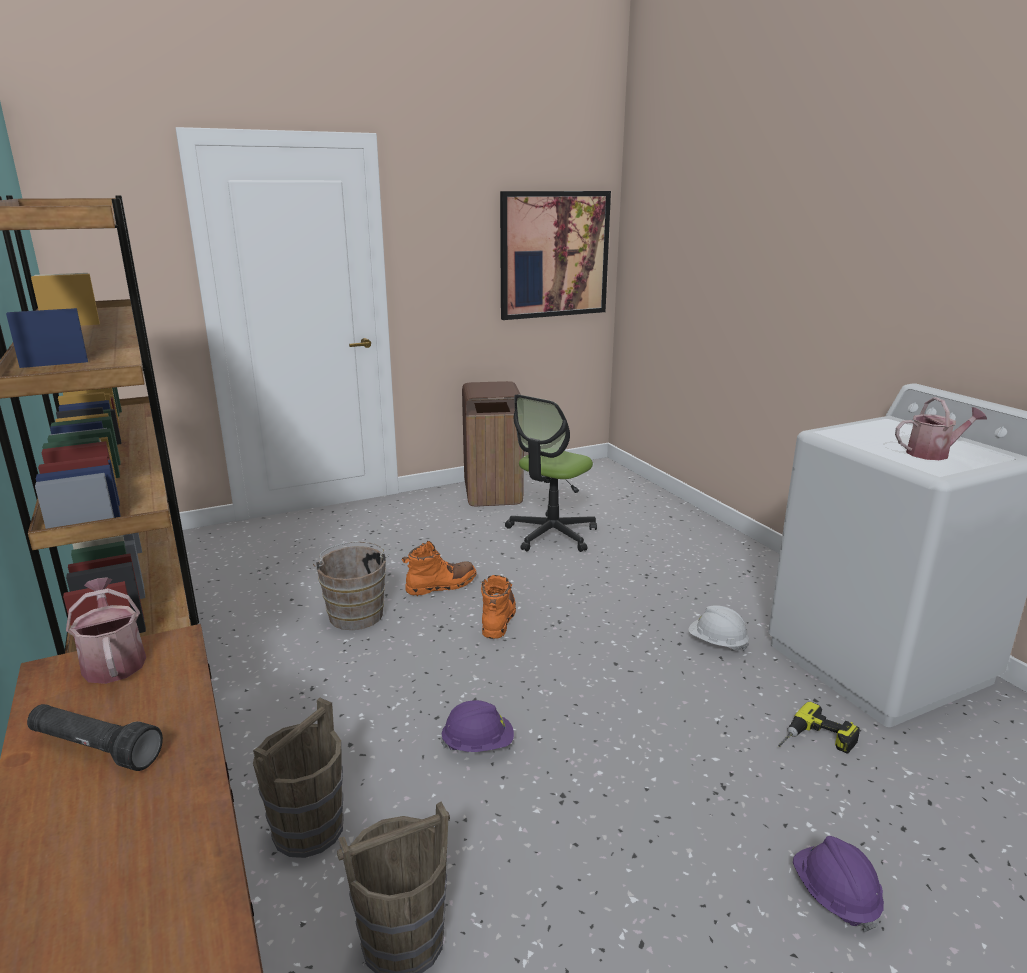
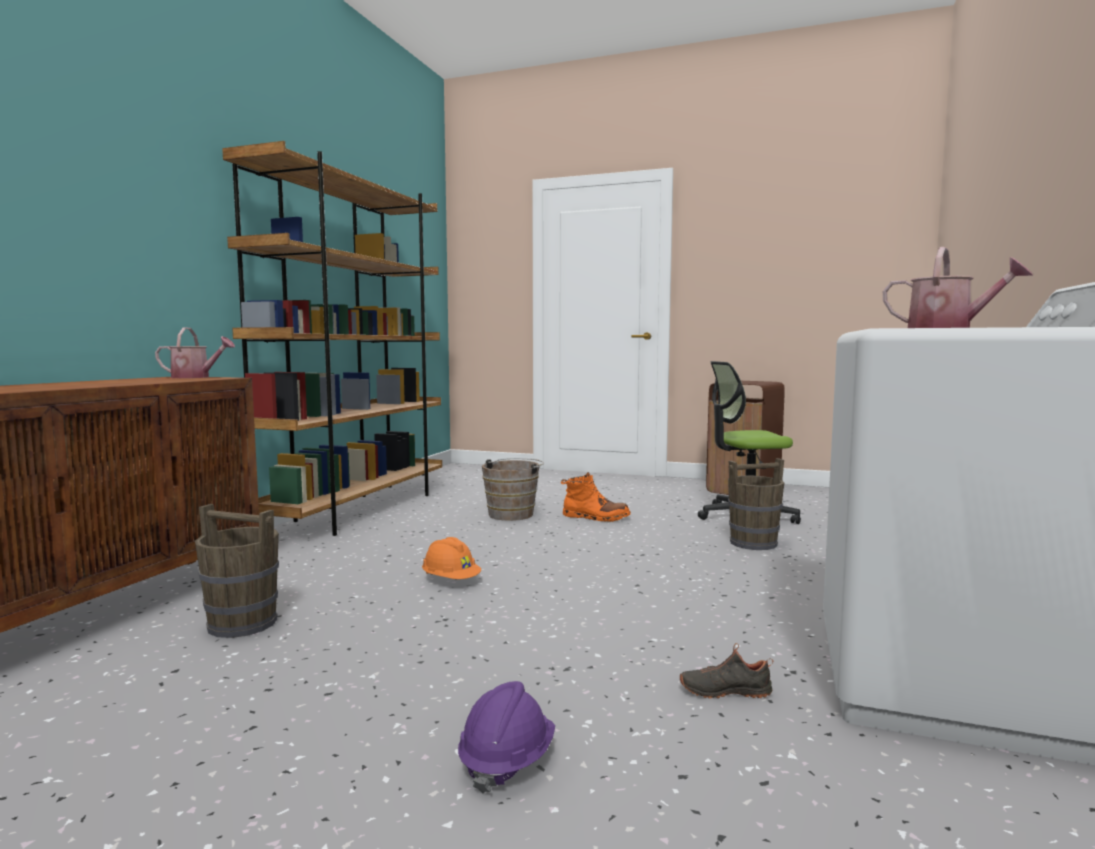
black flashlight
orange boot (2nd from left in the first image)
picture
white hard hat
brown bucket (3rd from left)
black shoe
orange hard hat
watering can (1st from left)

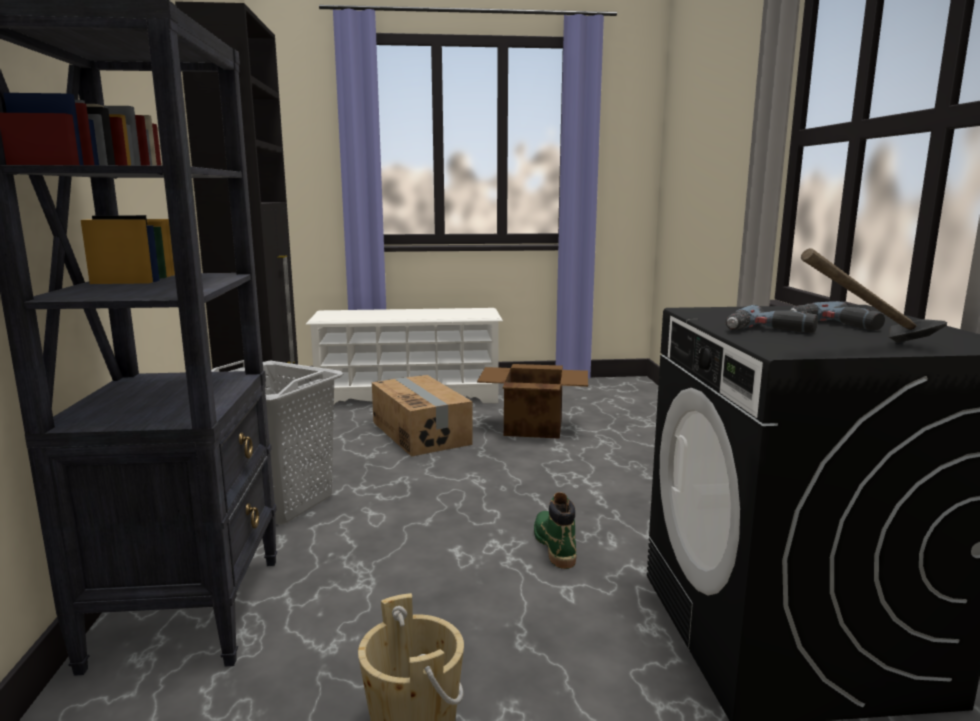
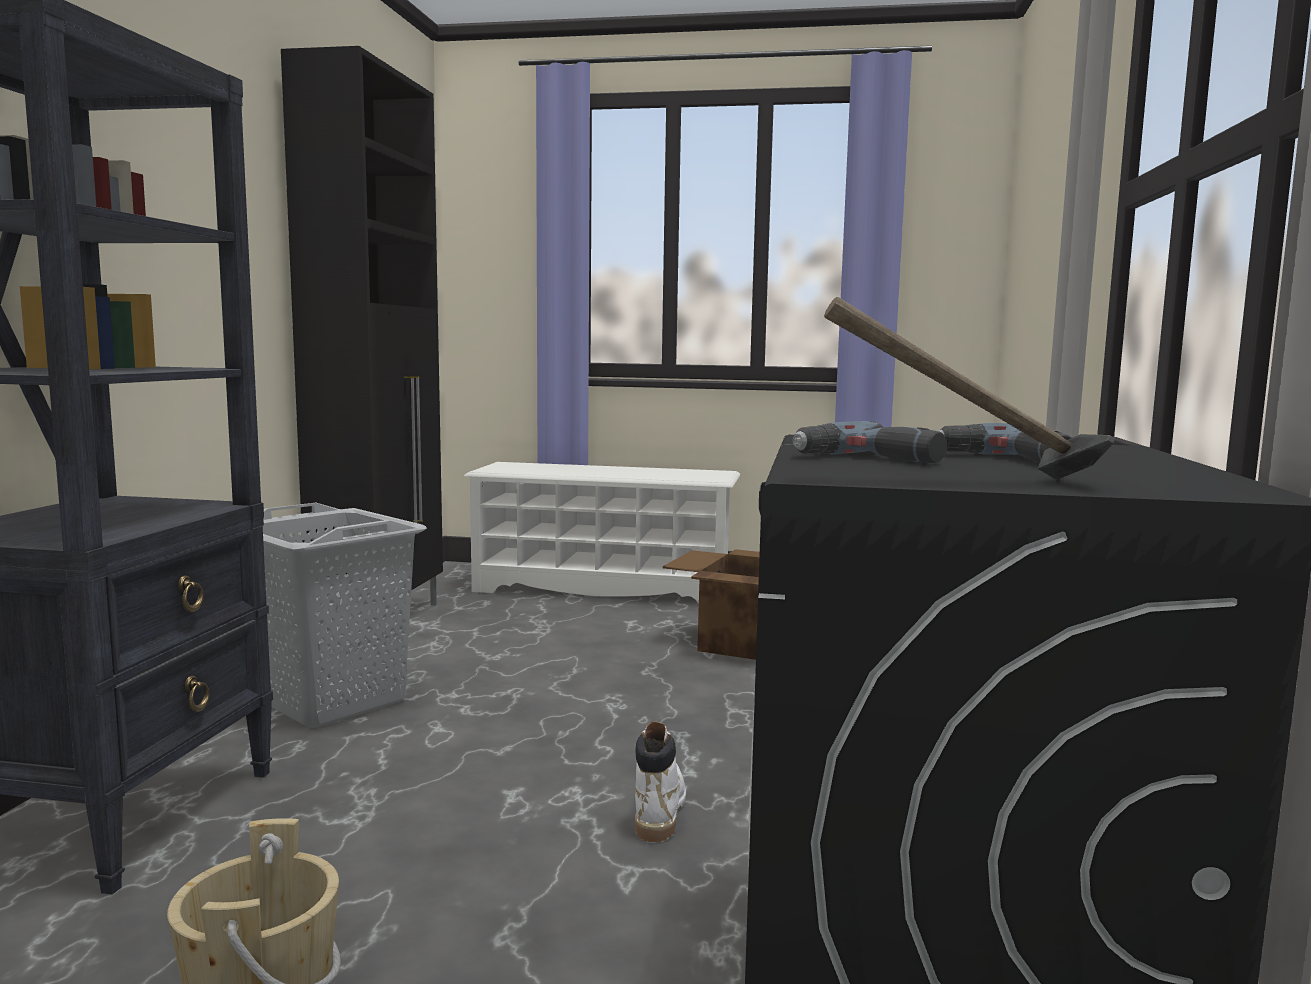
cardboard box (1st from left in the first image)
white boot

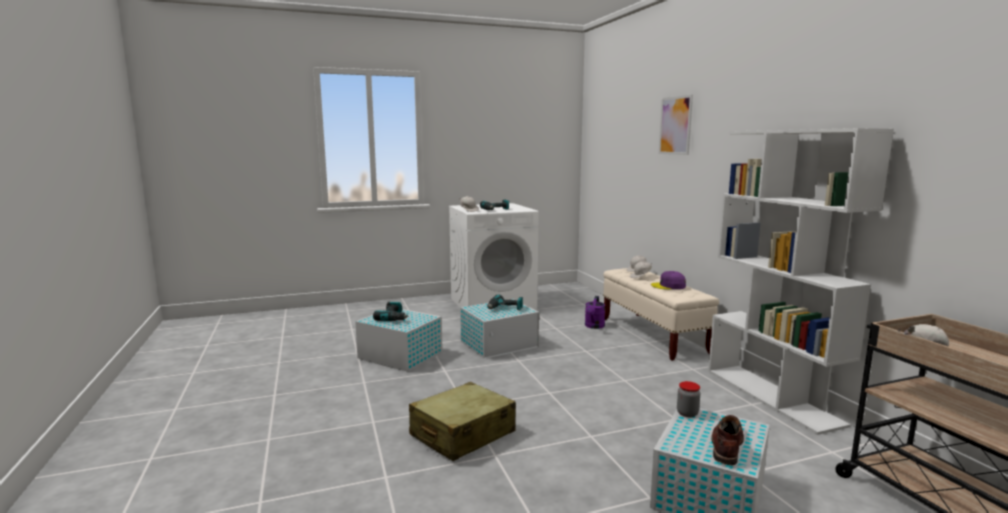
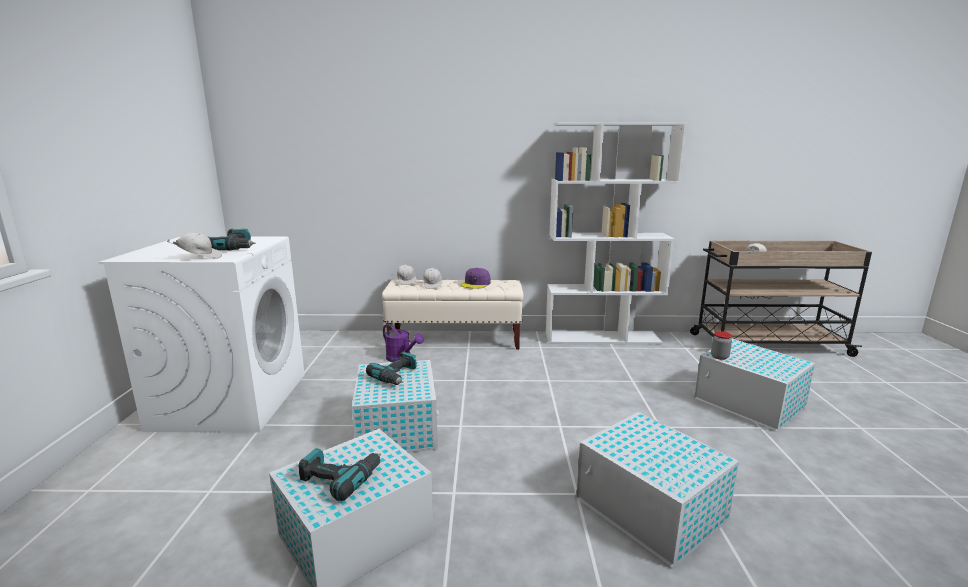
picture
brown boot
white storage box (3rd from left)

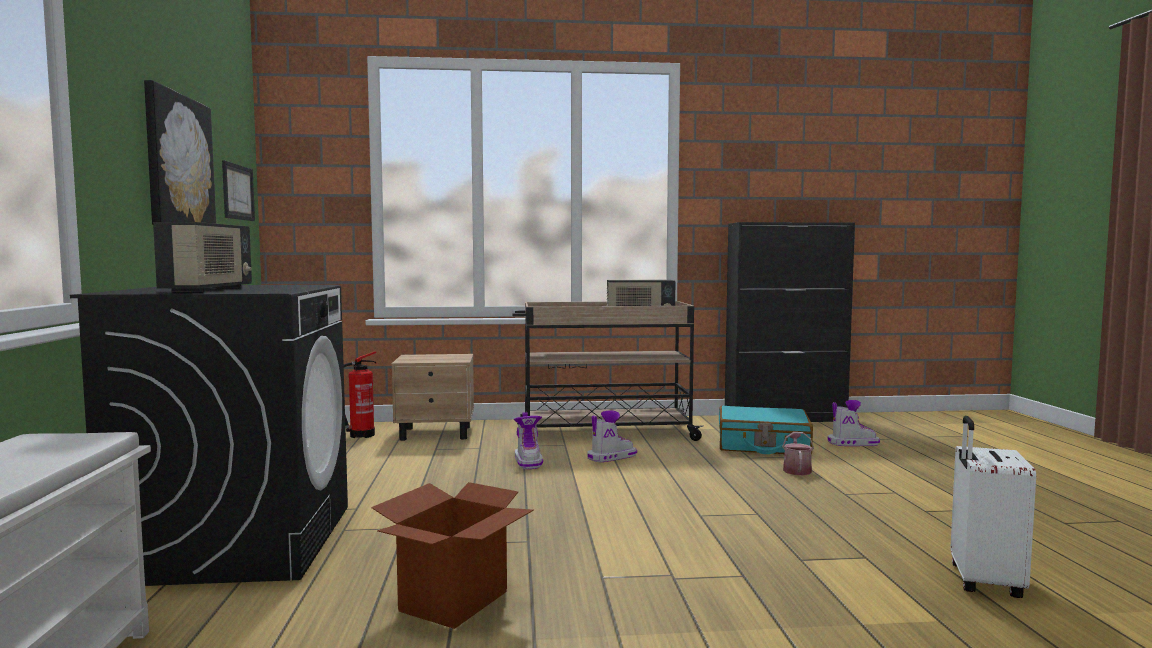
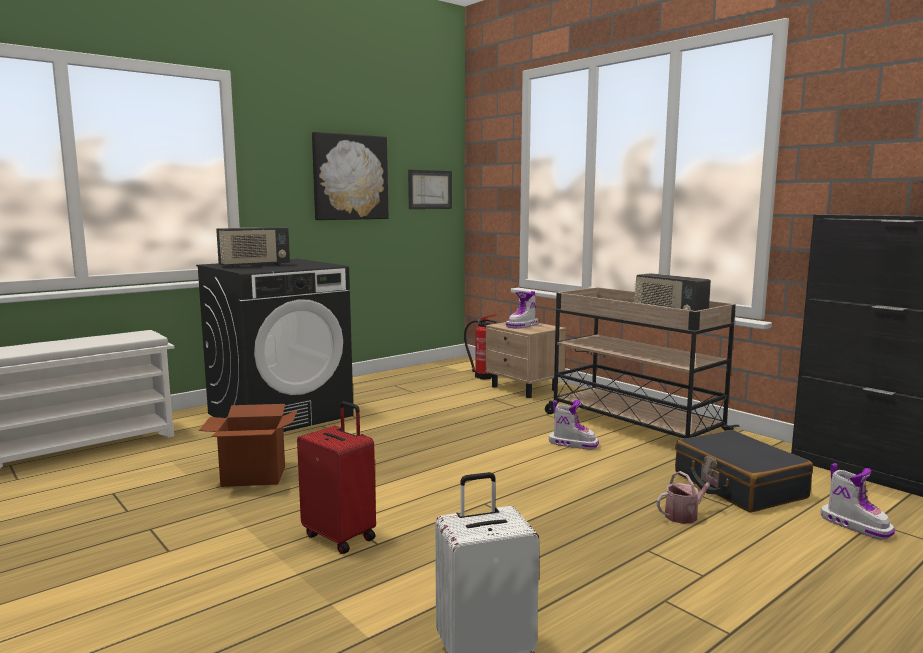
red suitcase
boot (1st from left)
black suitcase

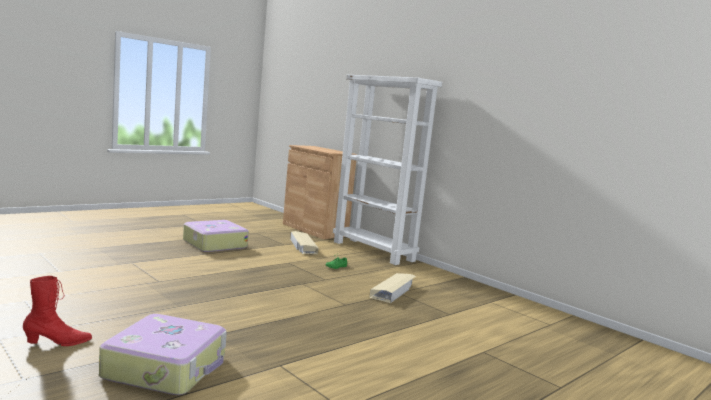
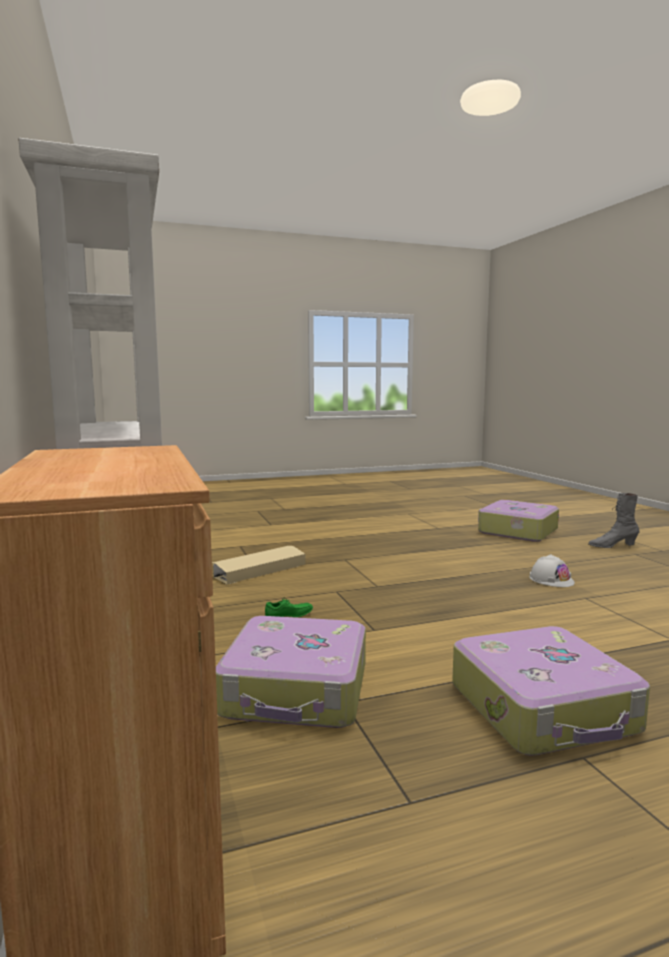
white hard hat
suitcase (1st from left)
grey boot

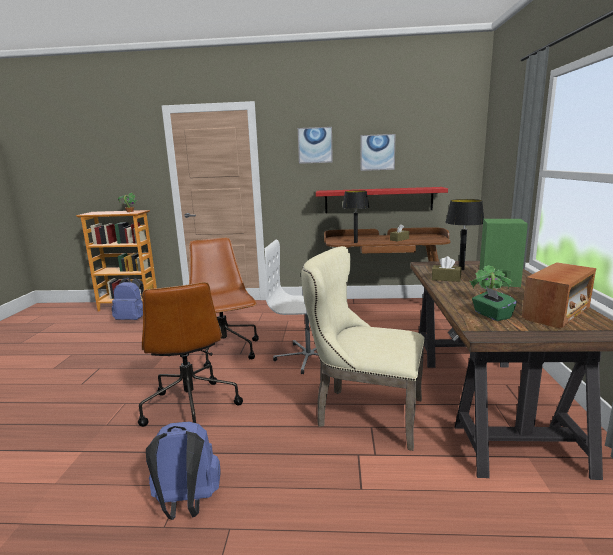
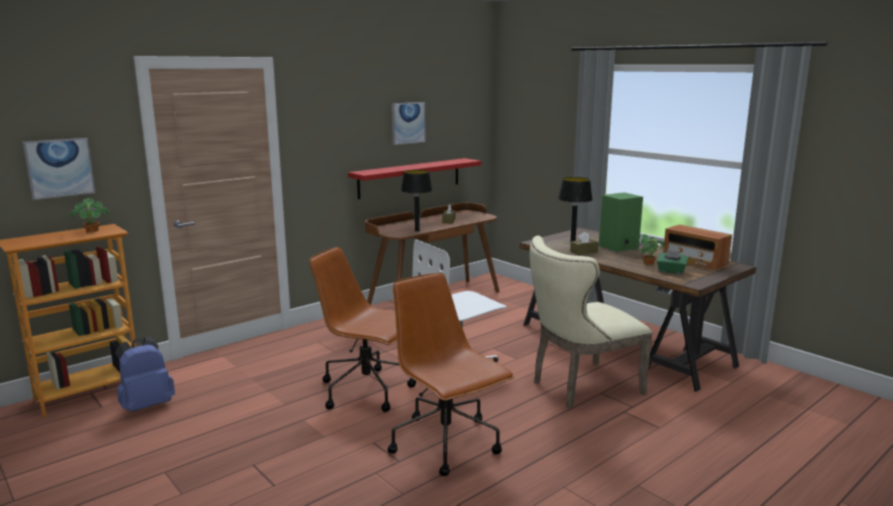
blue backpack (2nd from left in the first image)
picture (1st from left)
brown office chair (2nd from left)
radio

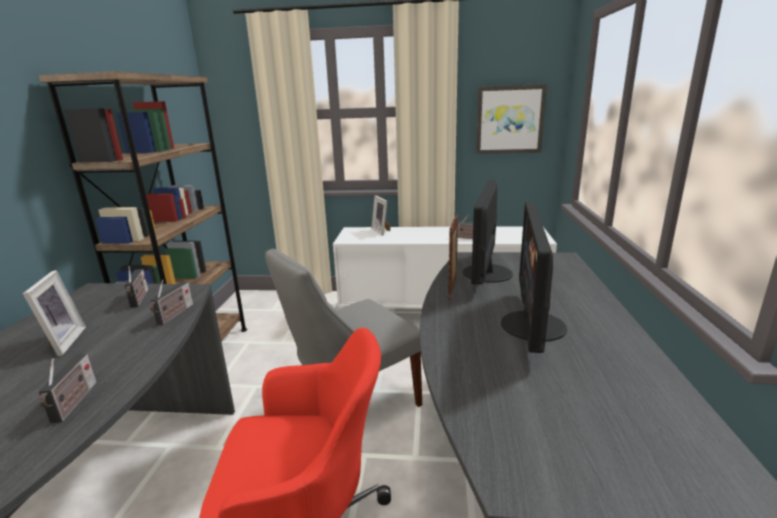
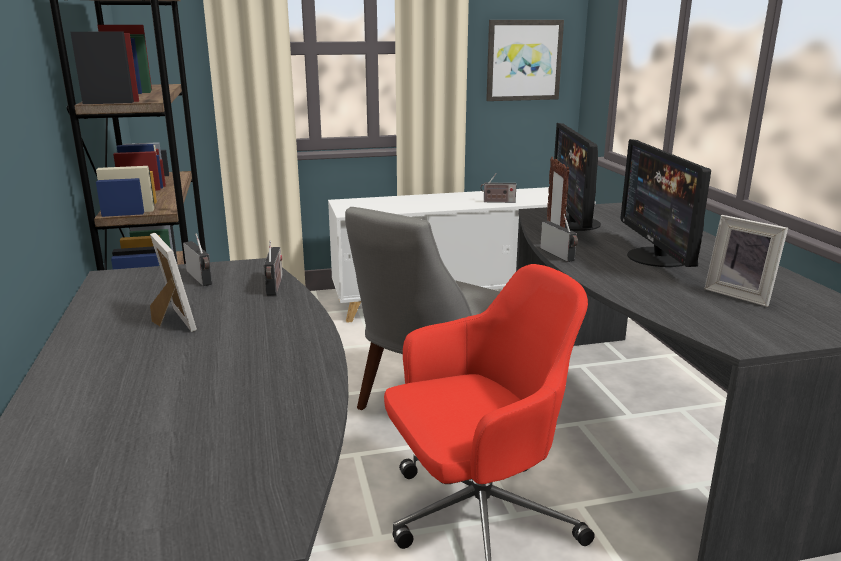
radio (4th from left)
picture frame (3rd from left)

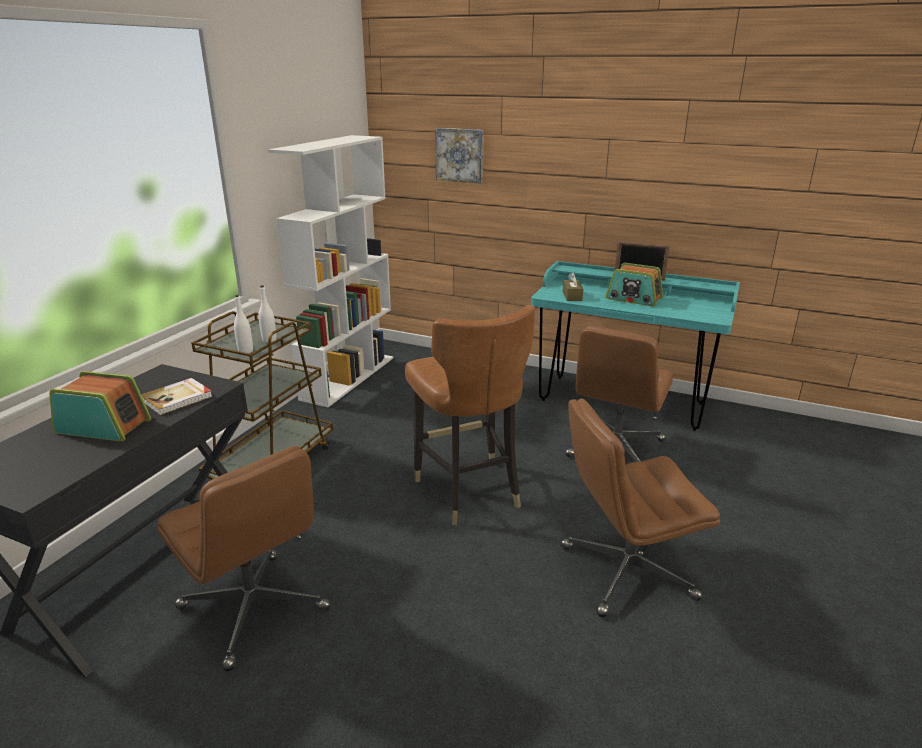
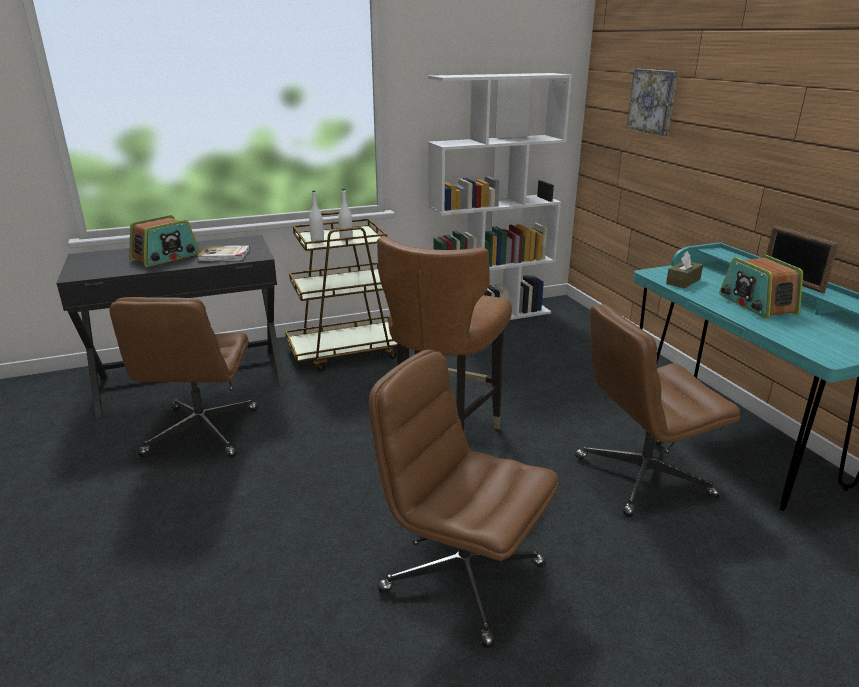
radio (1st from left)

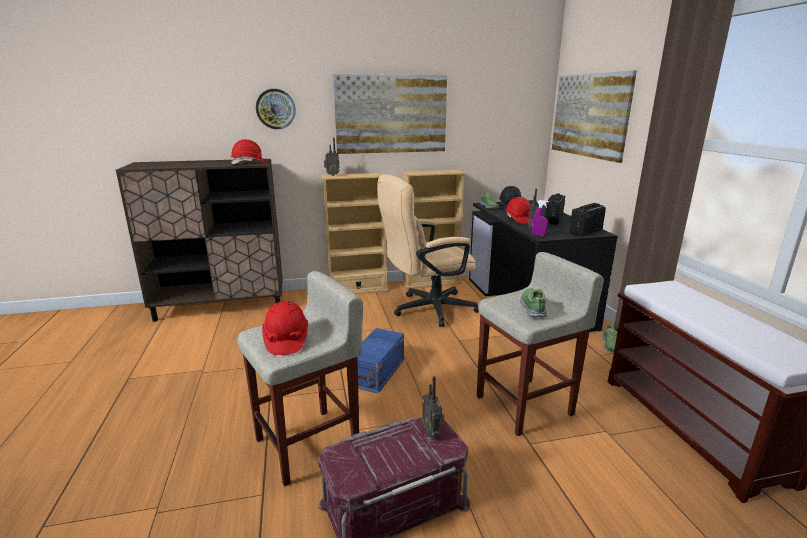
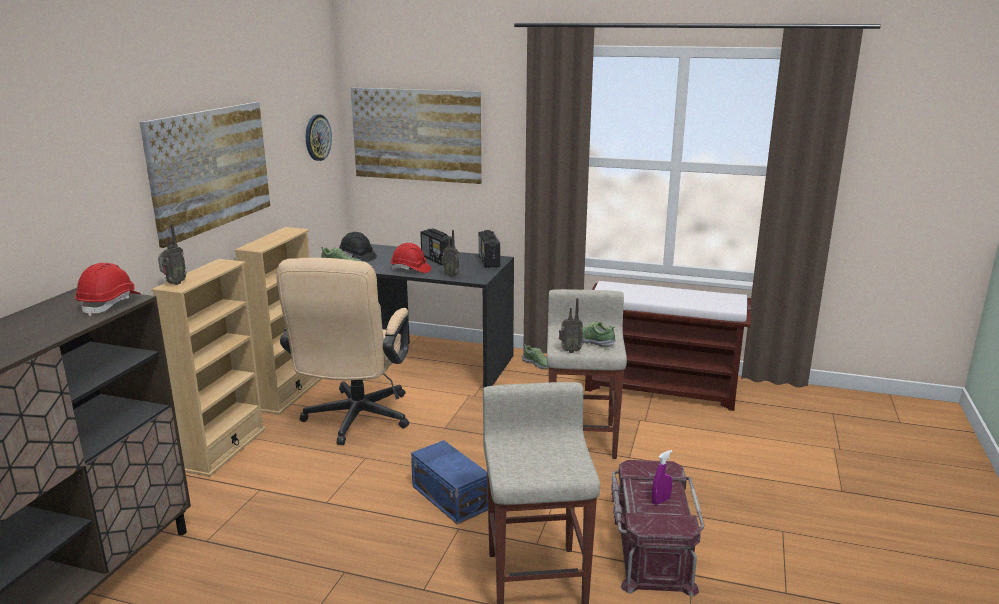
red hard hat (2nd from left in the first image)
wall clock
radio (5th from left)
purple spray bottle

